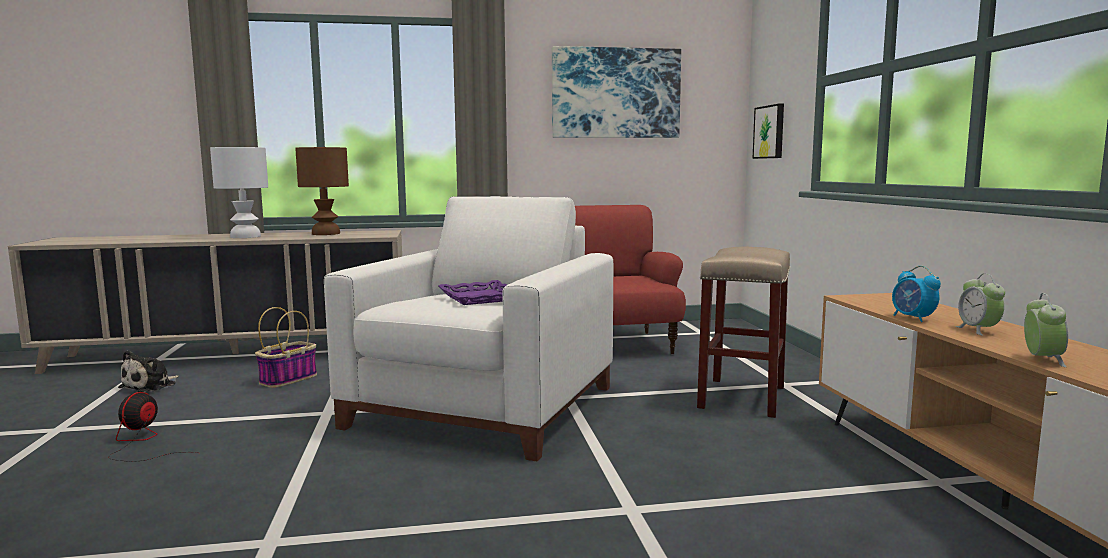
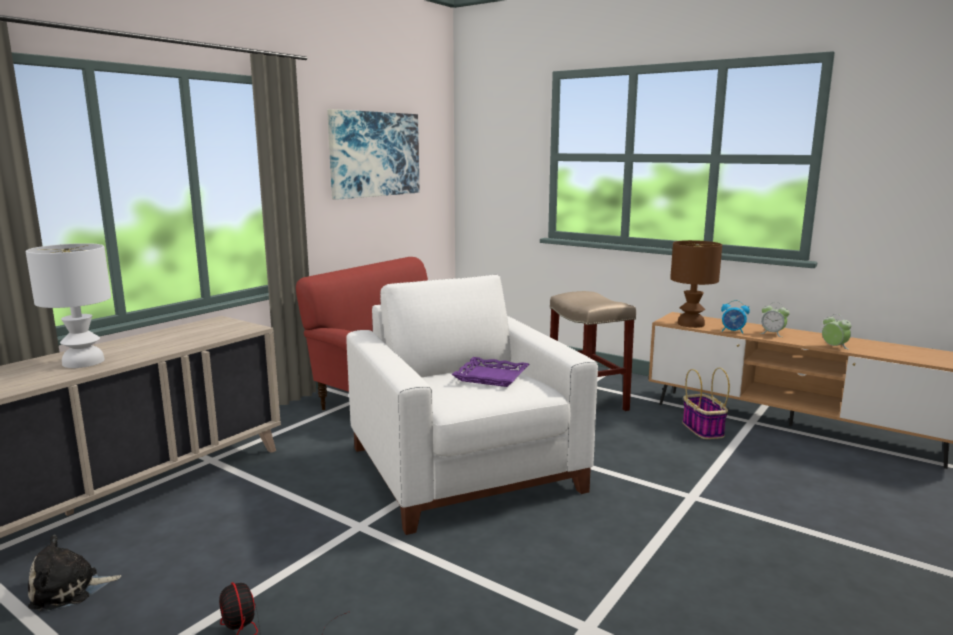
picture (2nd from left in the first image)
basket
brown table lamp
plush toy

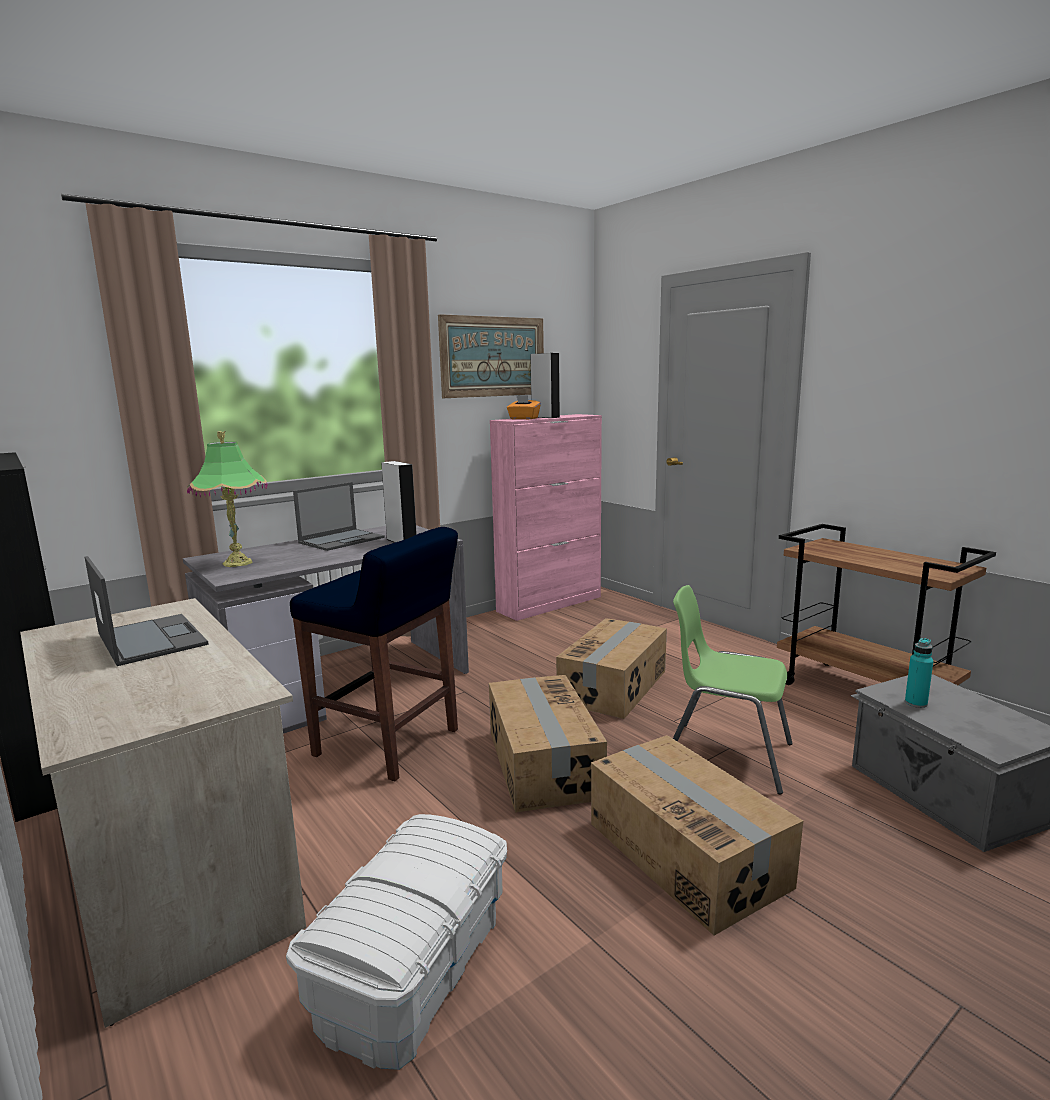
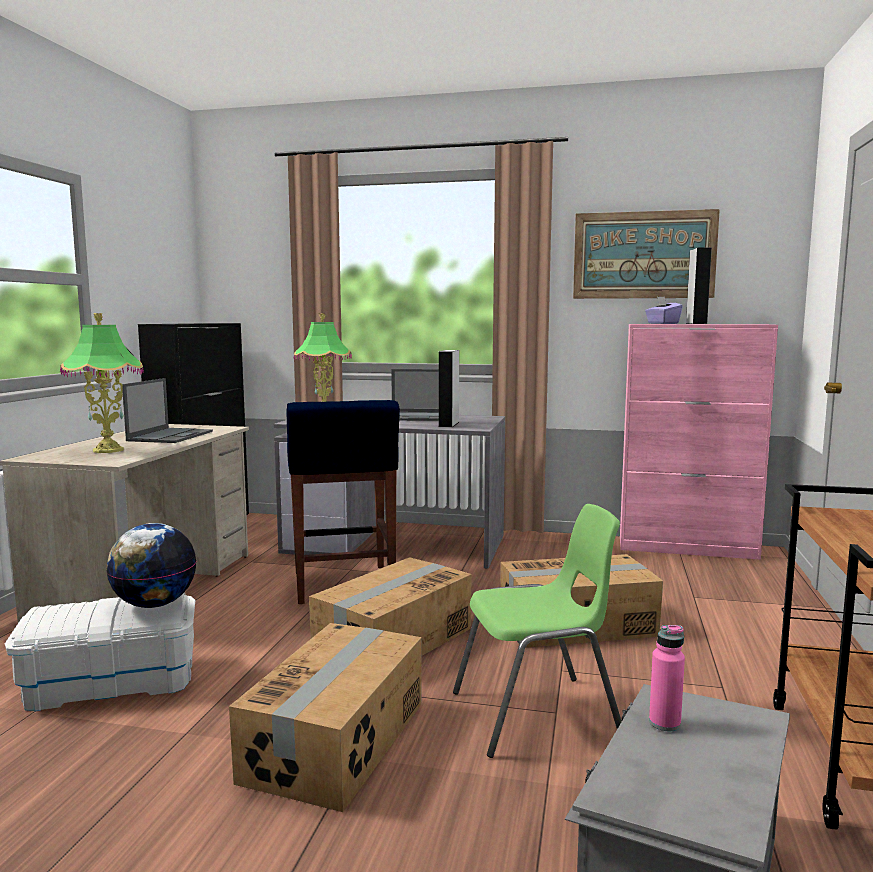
table lamp (1st from left)
globe
purple tissue box
pink bottle
green chair

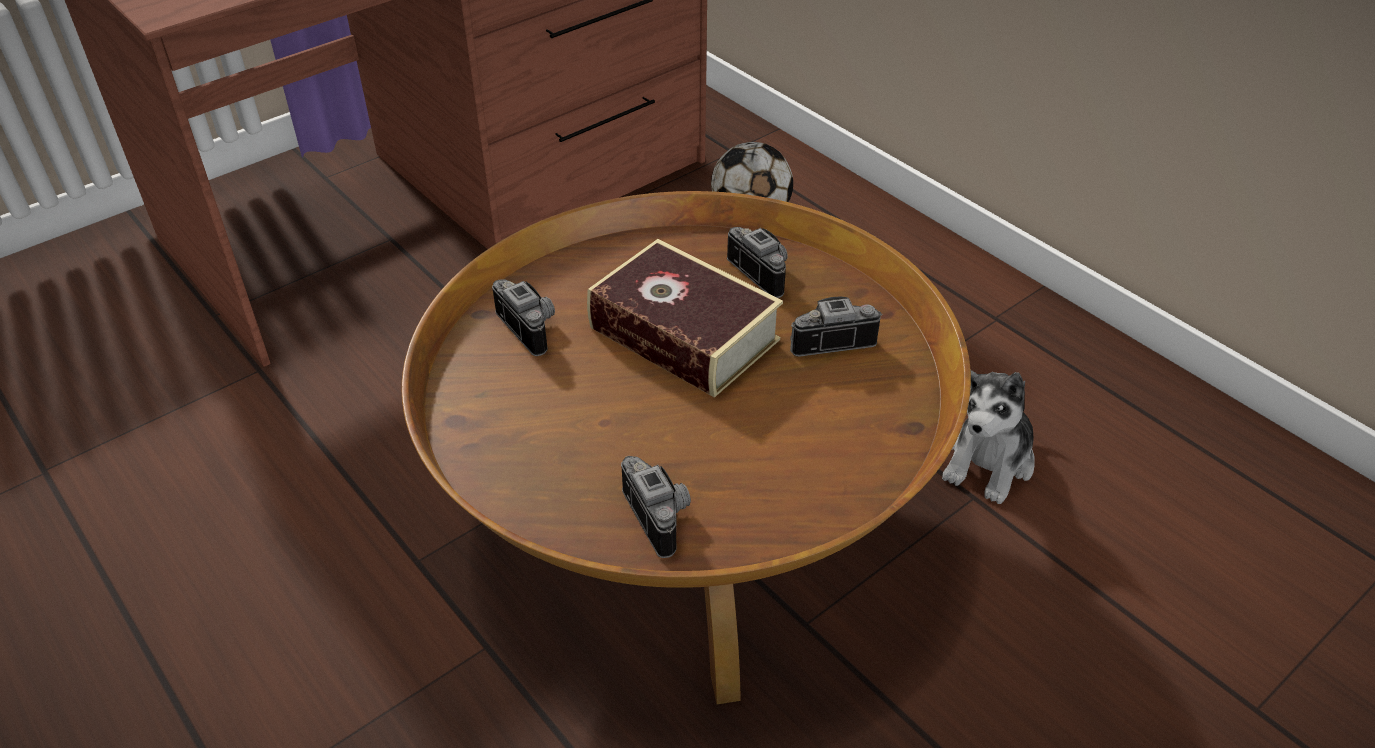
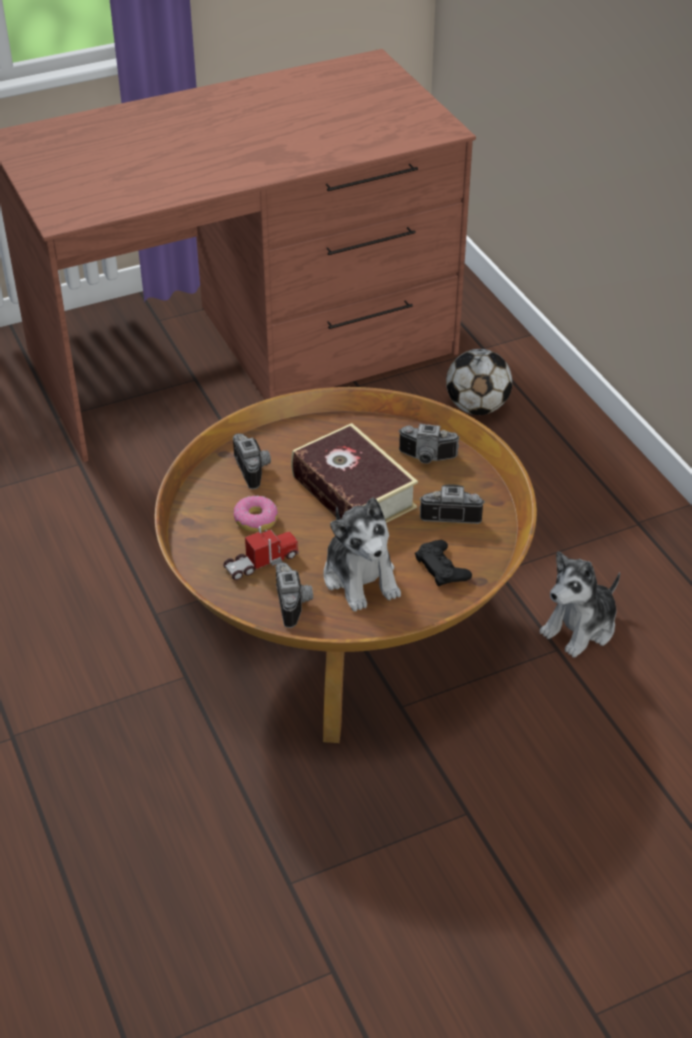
toy truck
donut
plush toy (1st from left)
black game controller
photo camera (3rd from left)

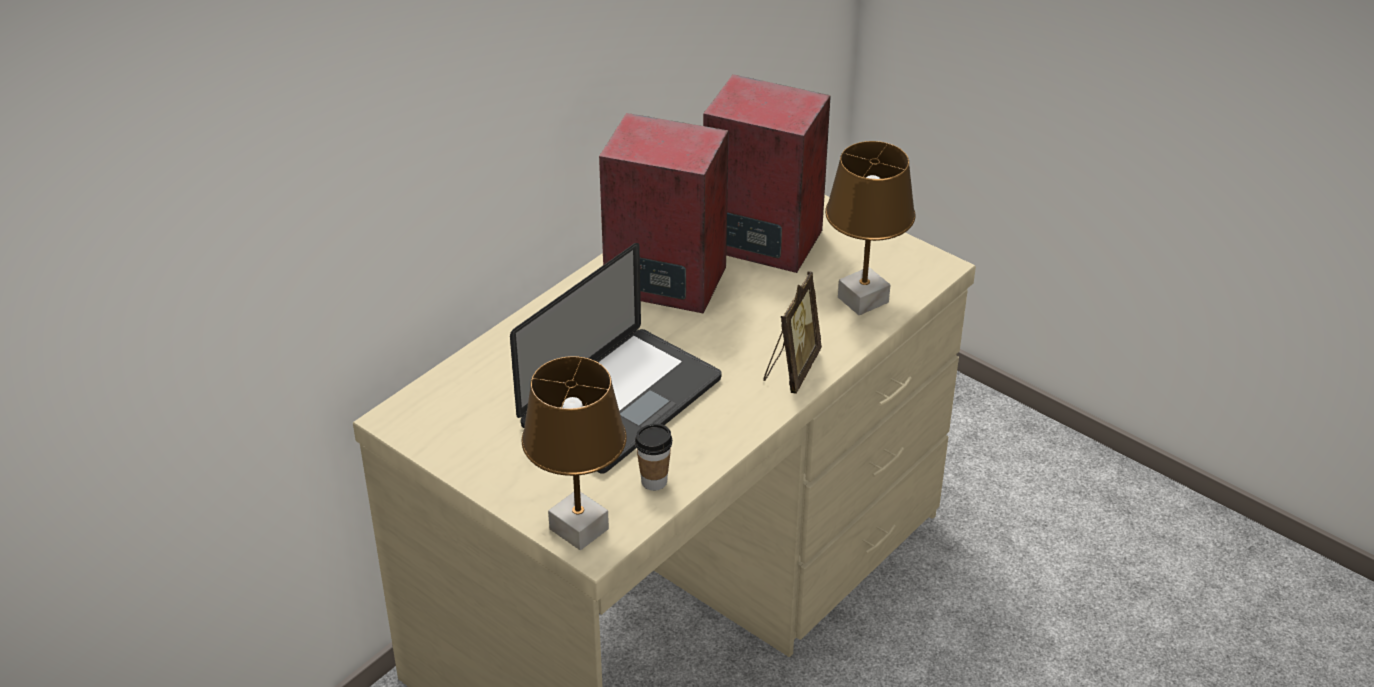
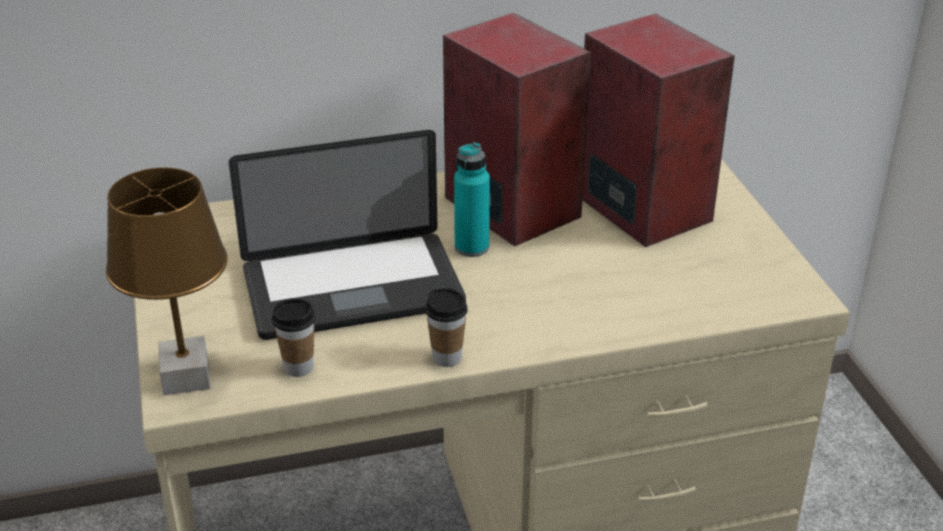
picture frame
brown table lamp (2nd from left in the first image)
cup (2nd from left)
turquoise bottle

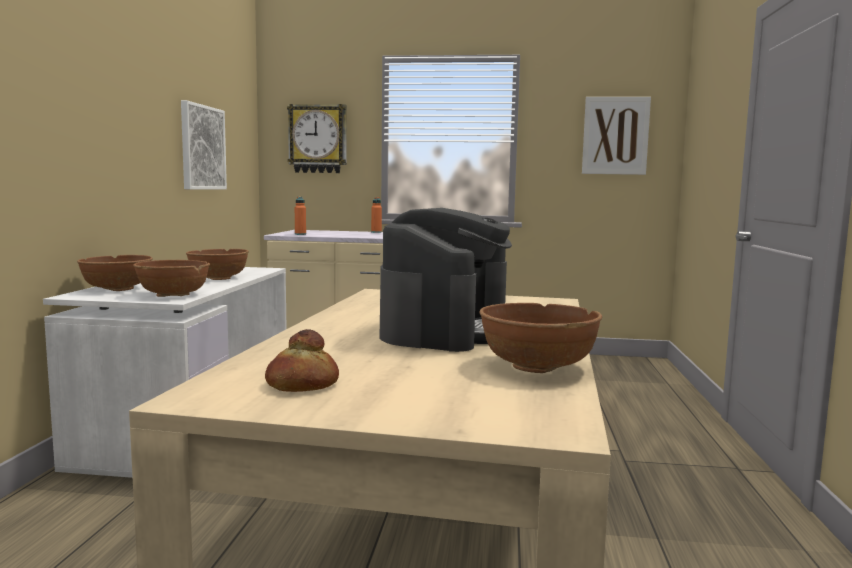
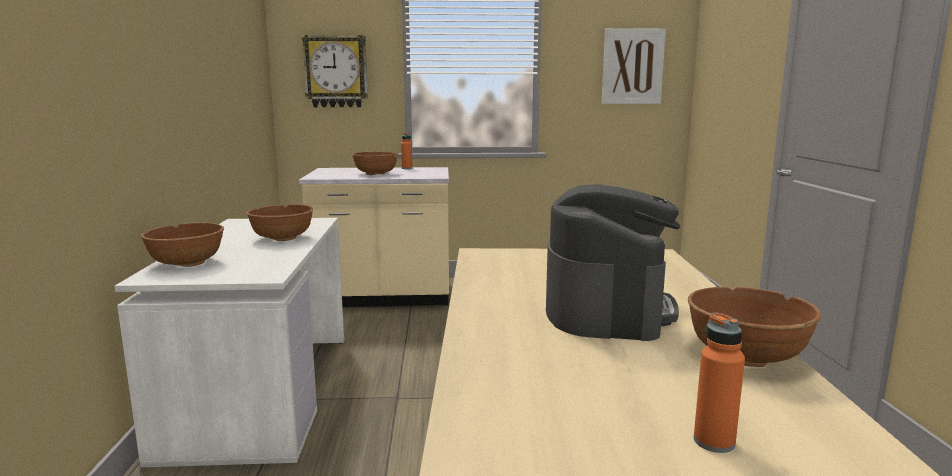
picture (1st from left in the first image)
bread
brown bowl (3rd from left)
orange bottle (2nd from left)

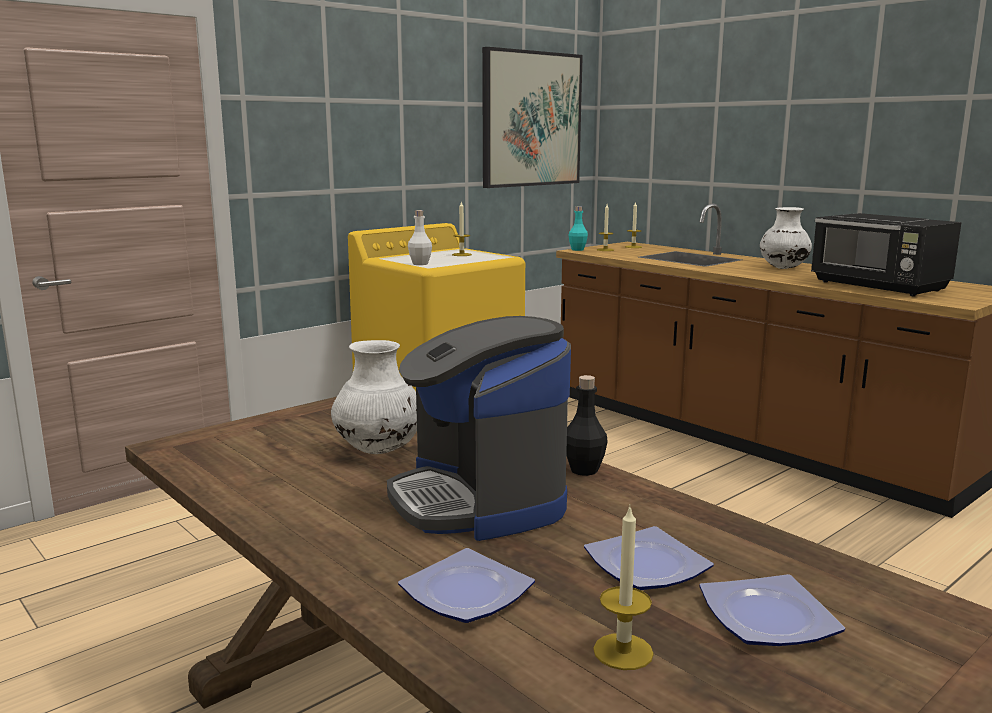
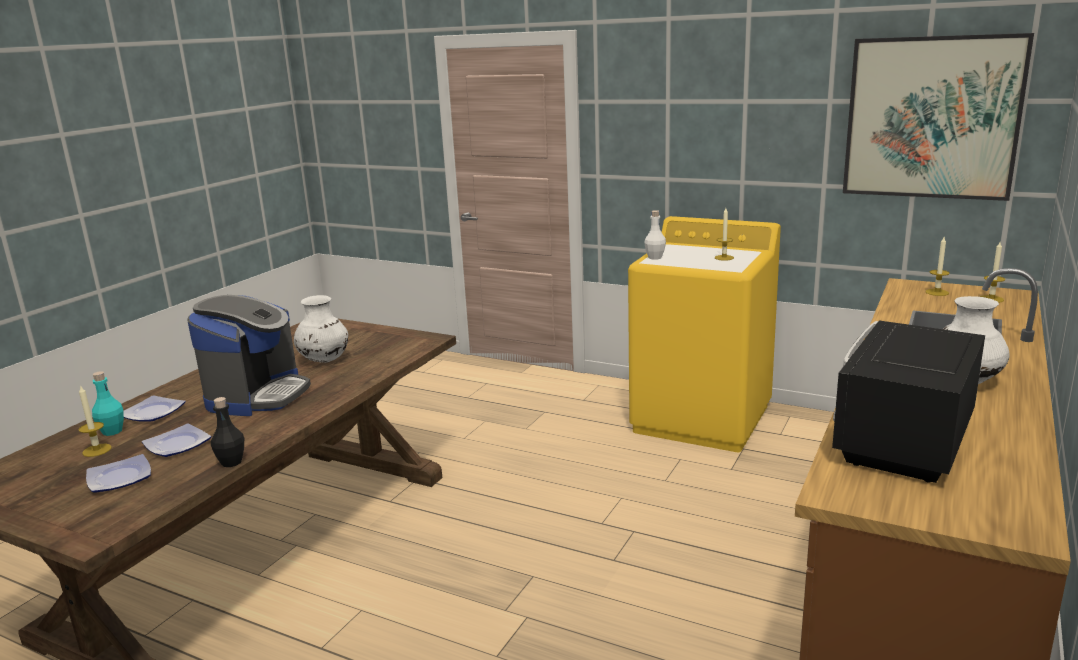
black bottle
turquoise bottle
coffee machine

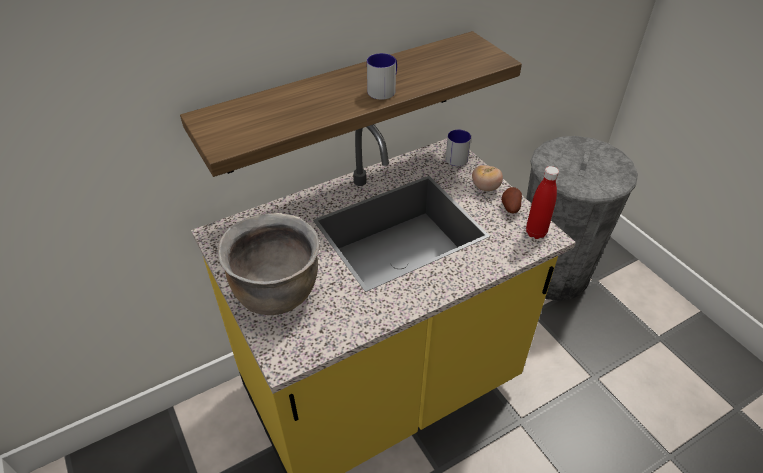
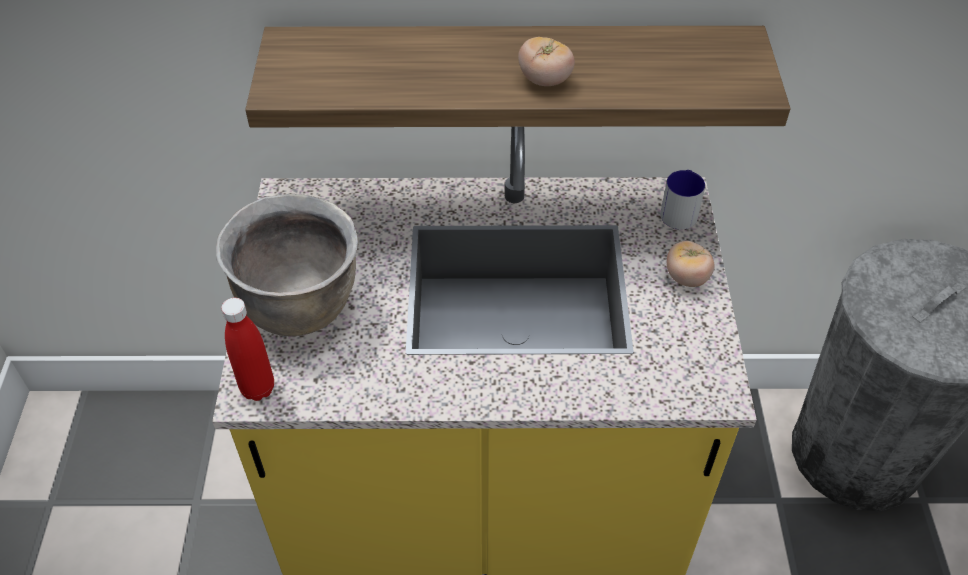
potato
red bottle
tomato (1st from left)

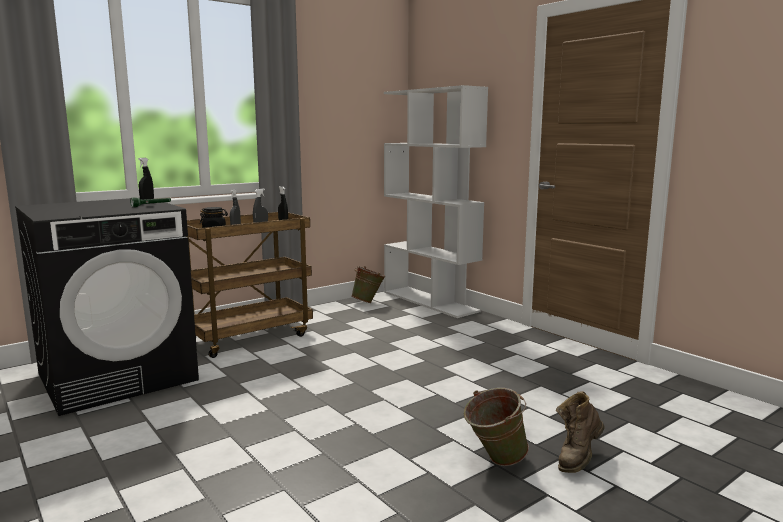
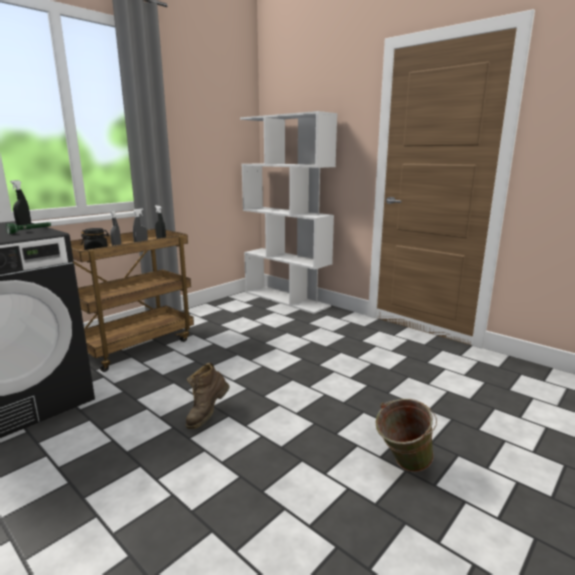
green bucket (1st from left in the first image)
brown boot

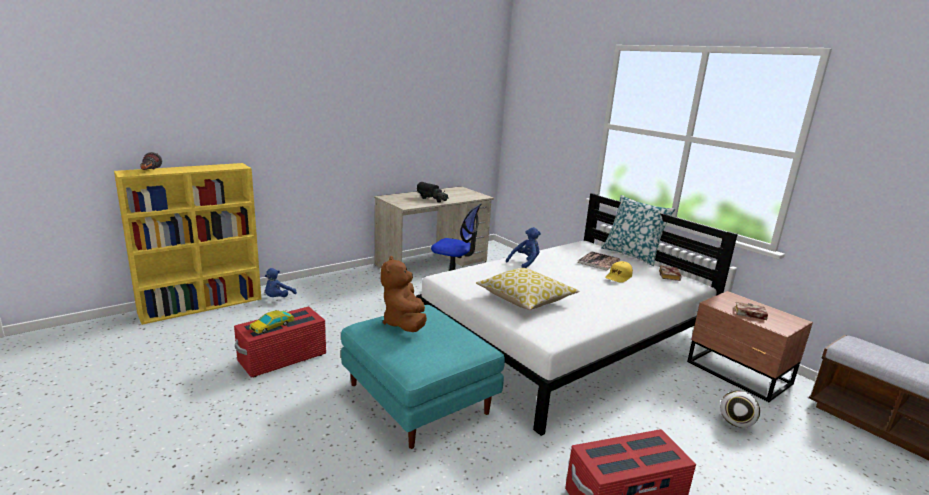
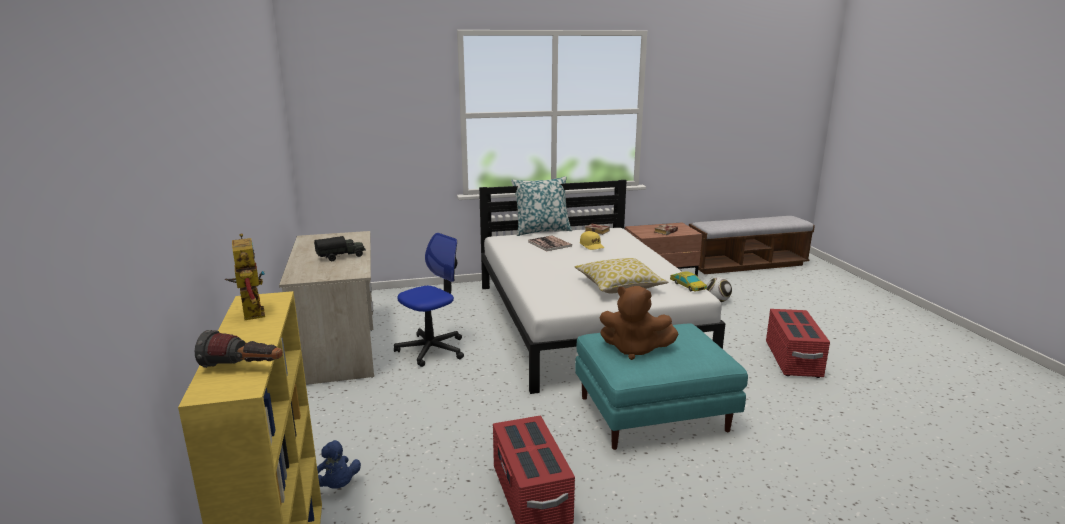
blue plush toy (2nd from left in the first image)
toy robot
toy car

